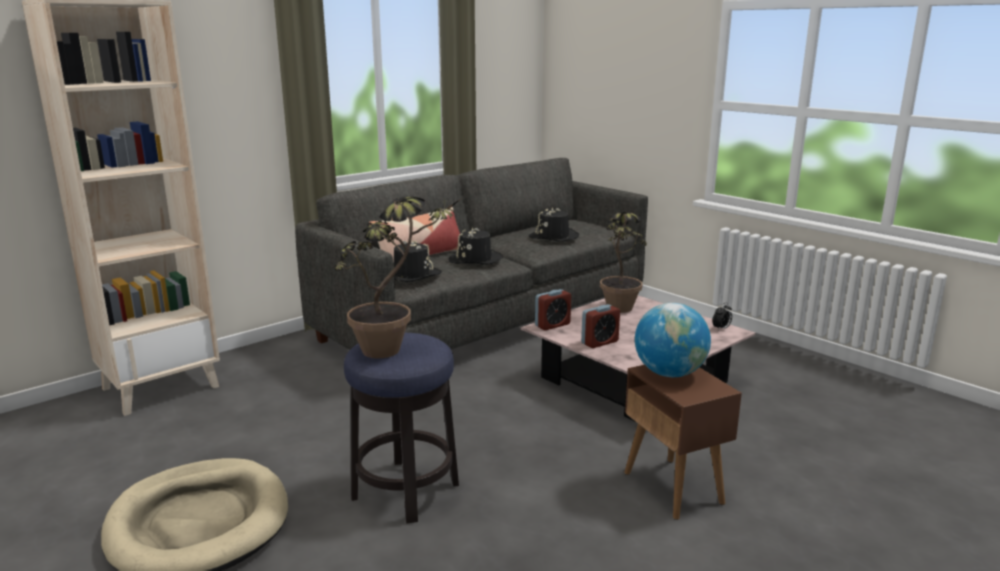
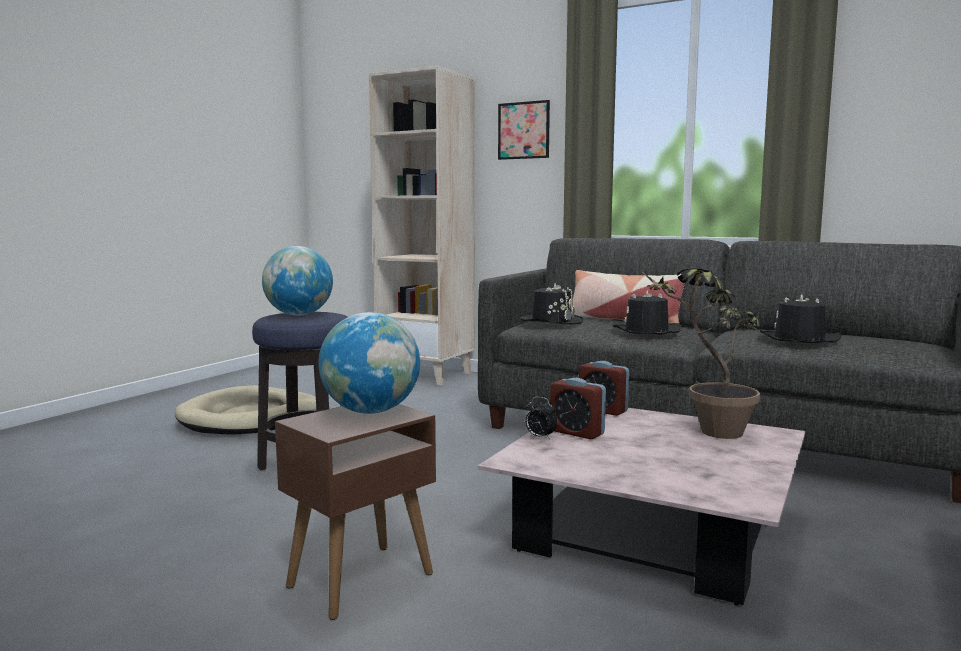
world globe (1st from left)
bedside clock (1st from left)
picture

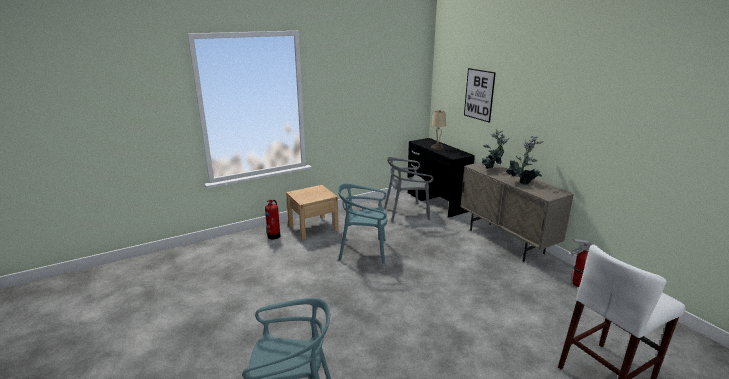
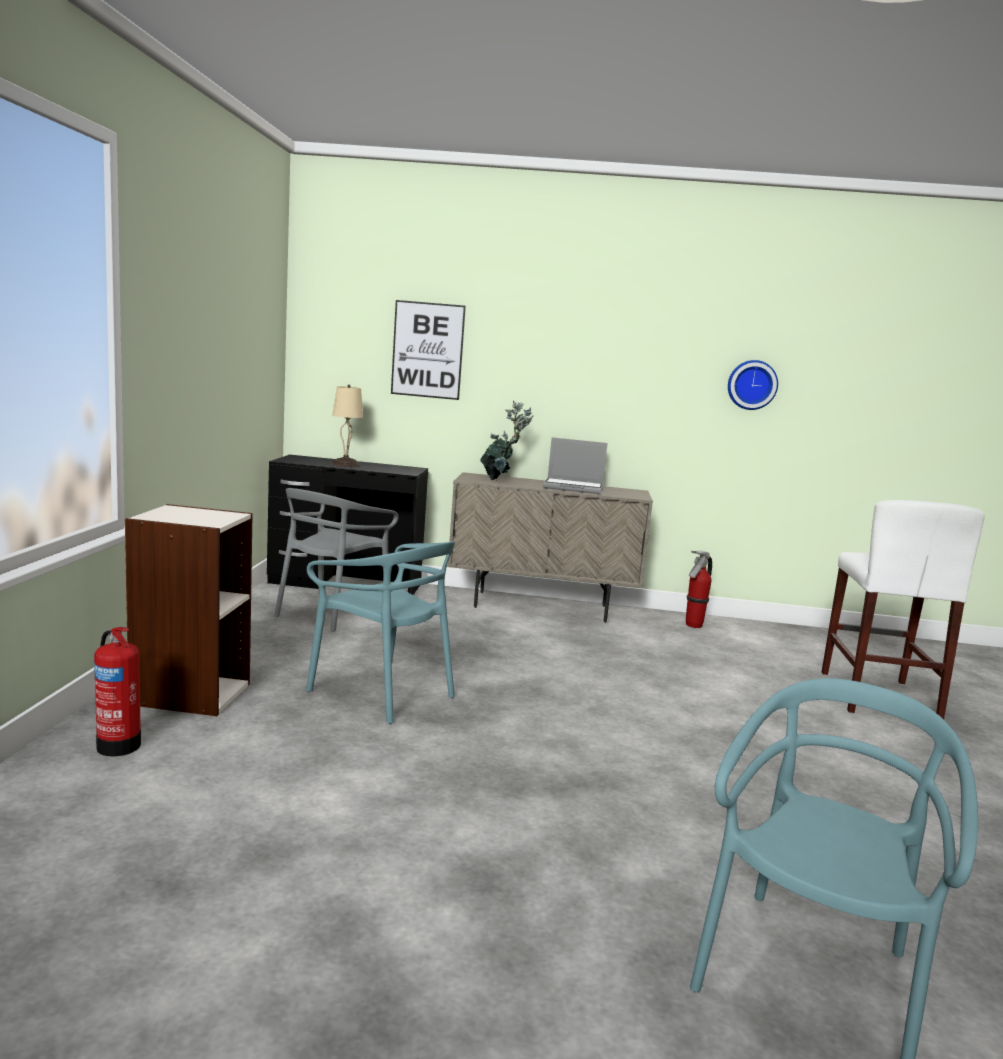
bookshelf
turquoise-coloured chair (1st from left)
portable computer
clock on the wall

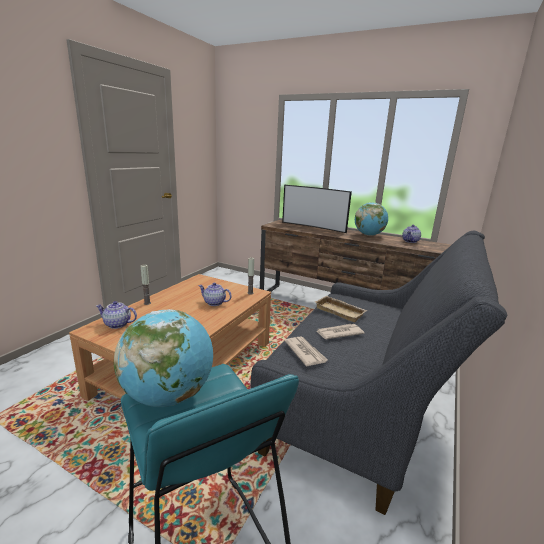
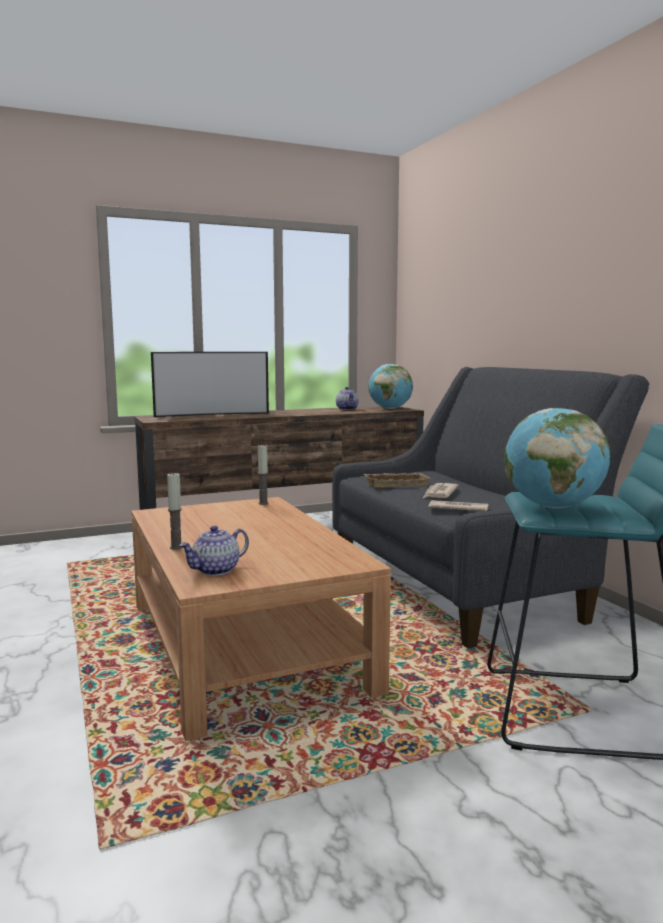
teapot (2nd from left in the first image)
world globe (1st from left)

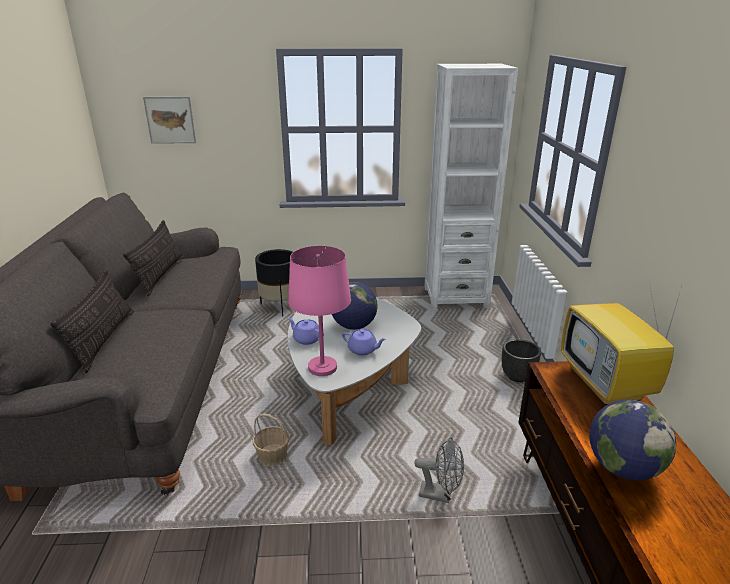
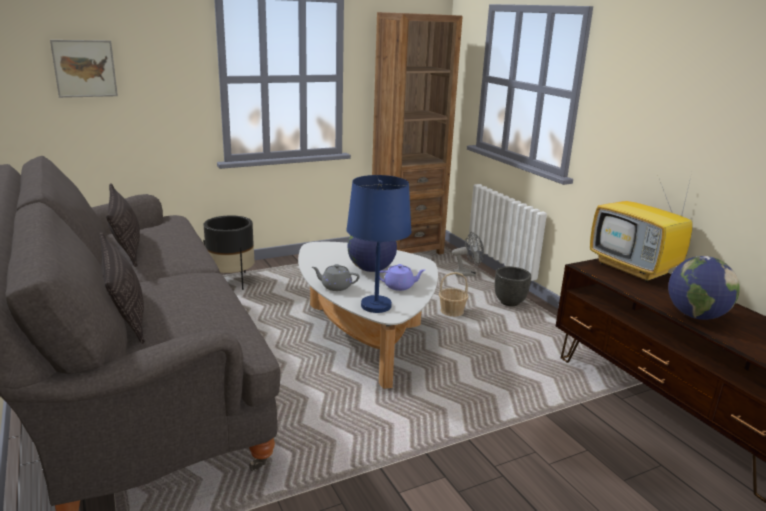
storage basket
bluish lamp for a table
grey teapot
grey electric fan
brownish bookshelf

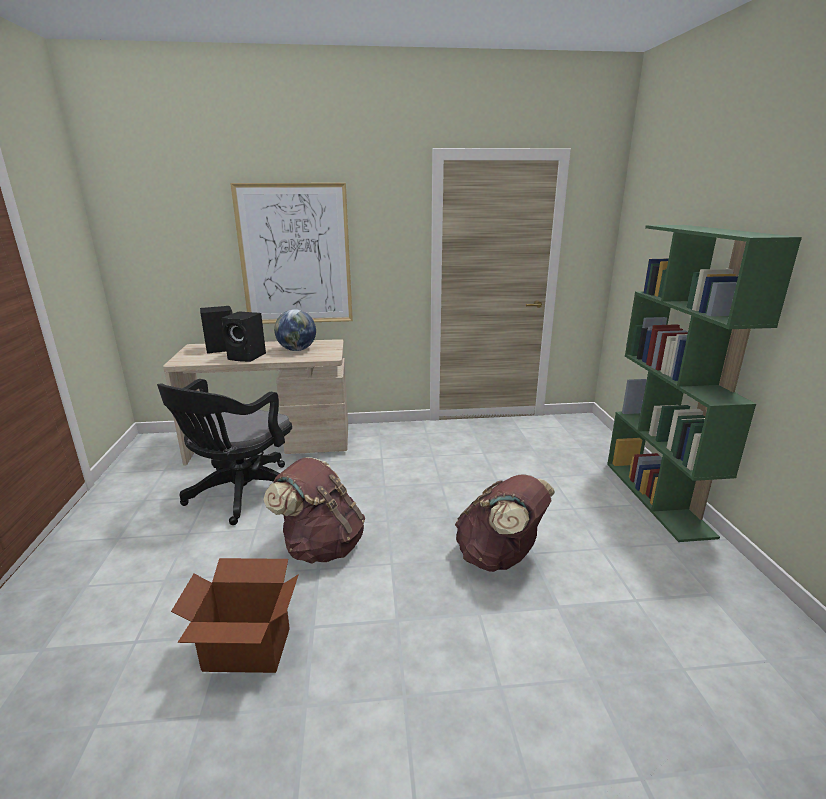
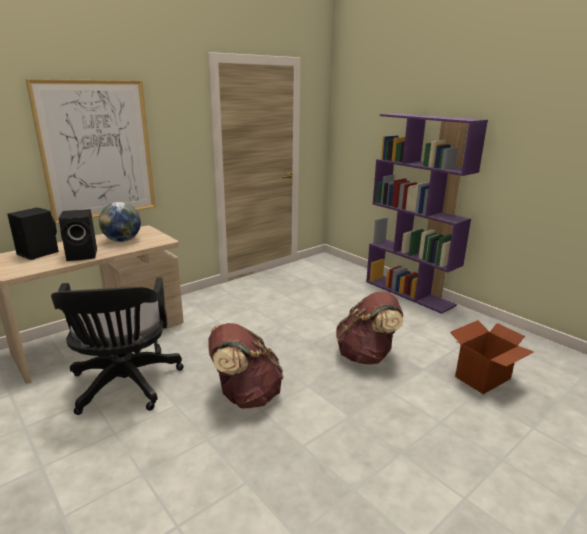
carton
purplish bookshelf

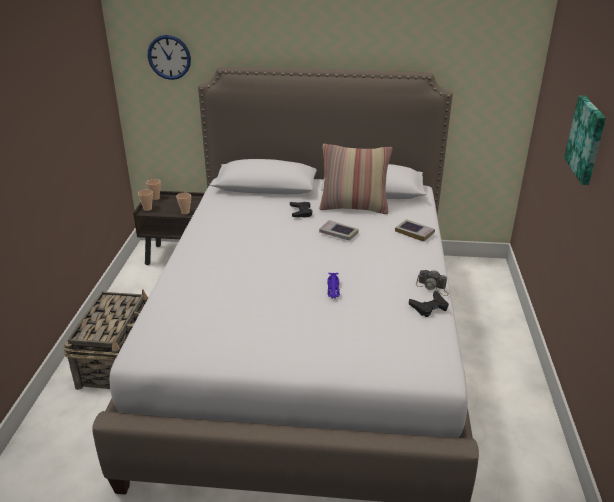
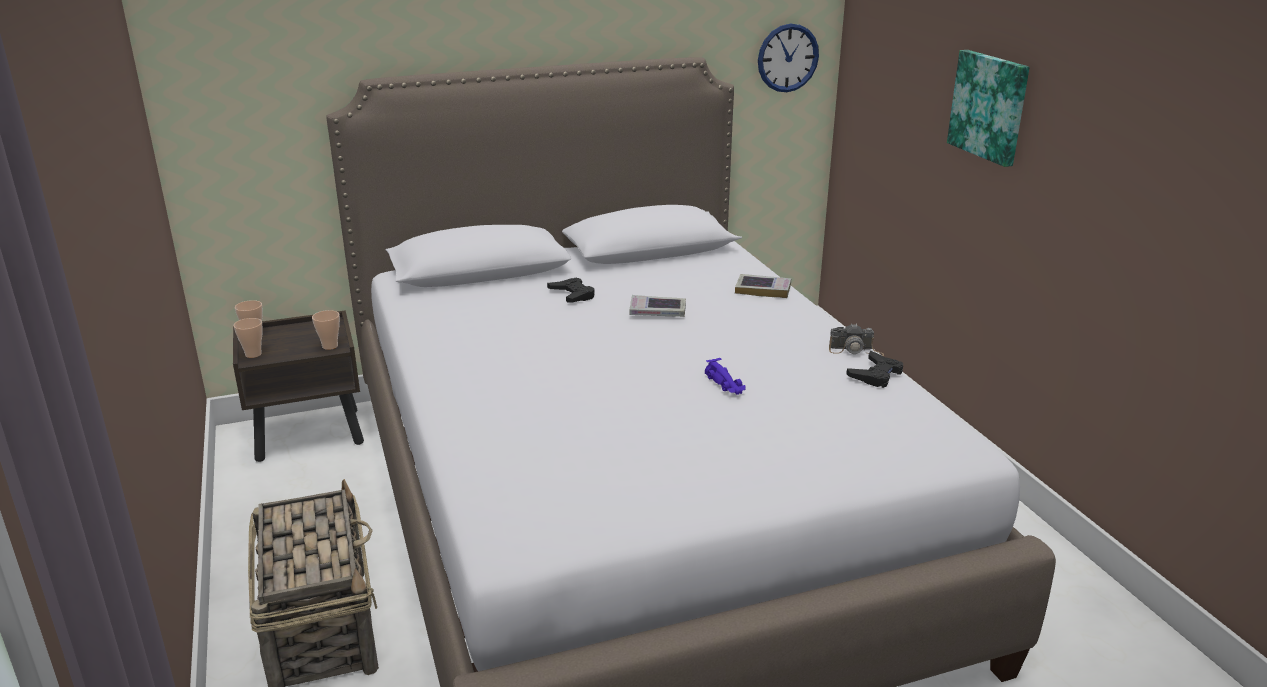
clock on the wall
cushion

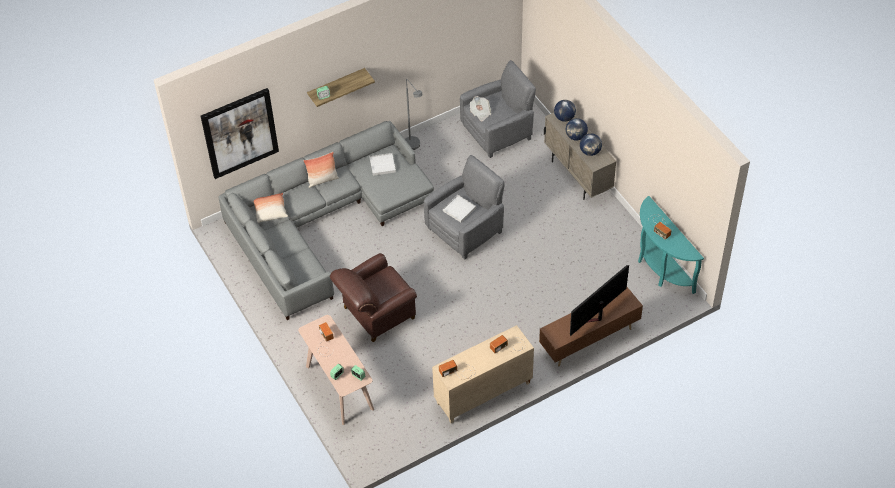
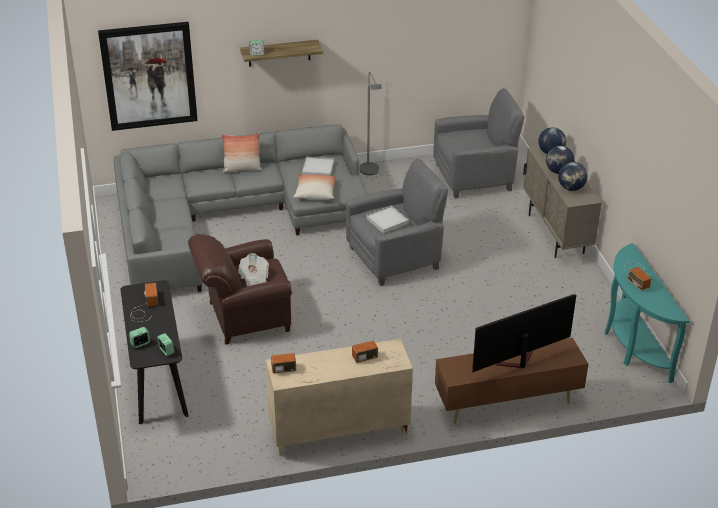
cushion (2nd from left)
black-coloured hall table
printed paper

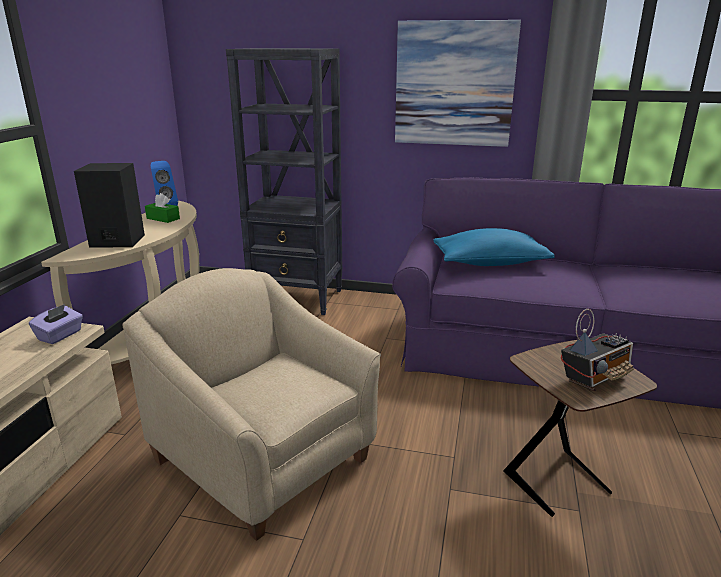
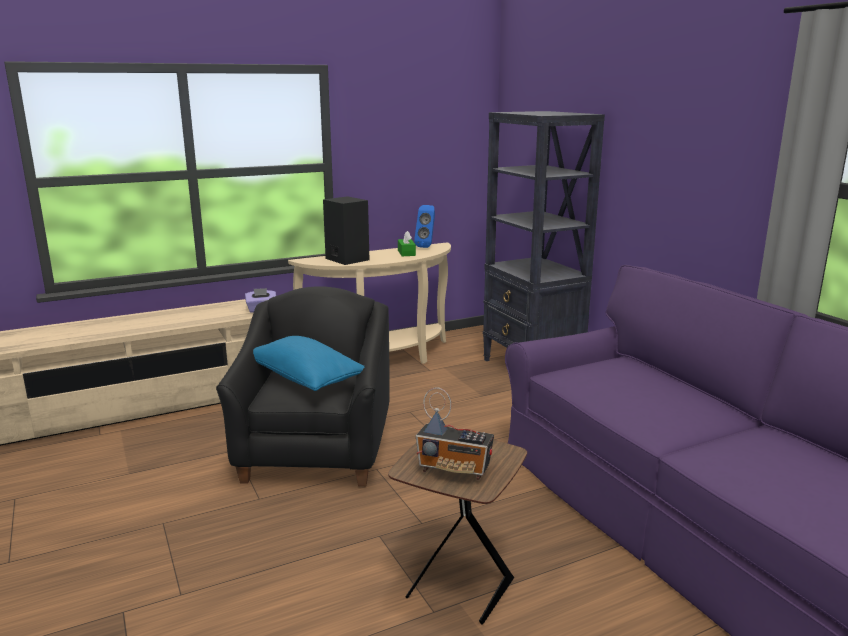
black-coloured easy chair
picture
bluish cushion

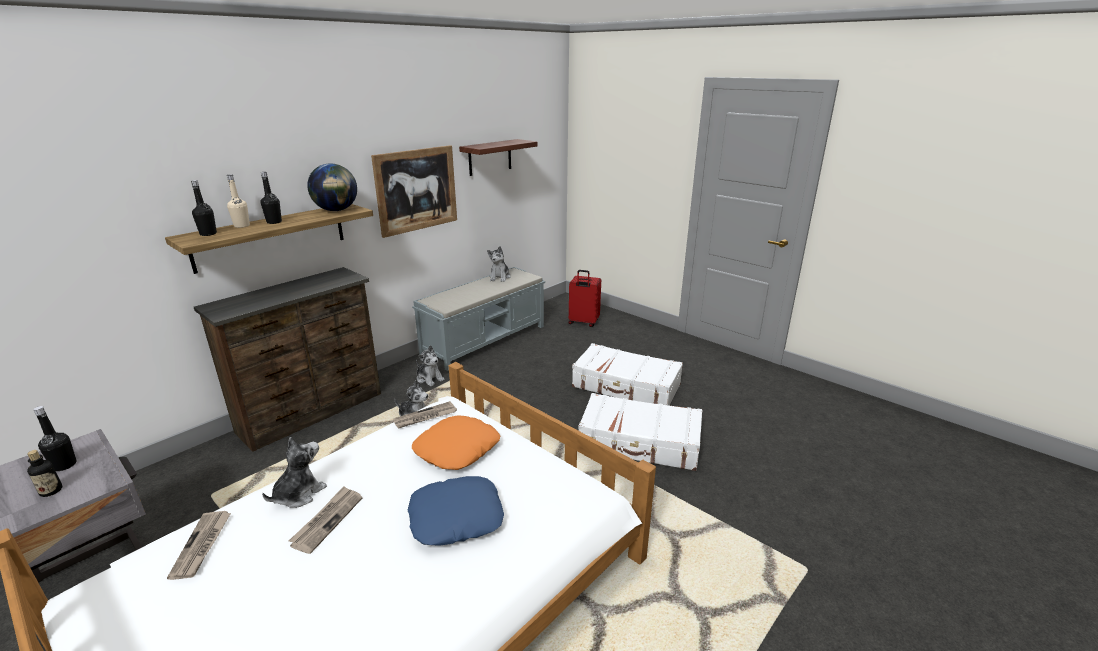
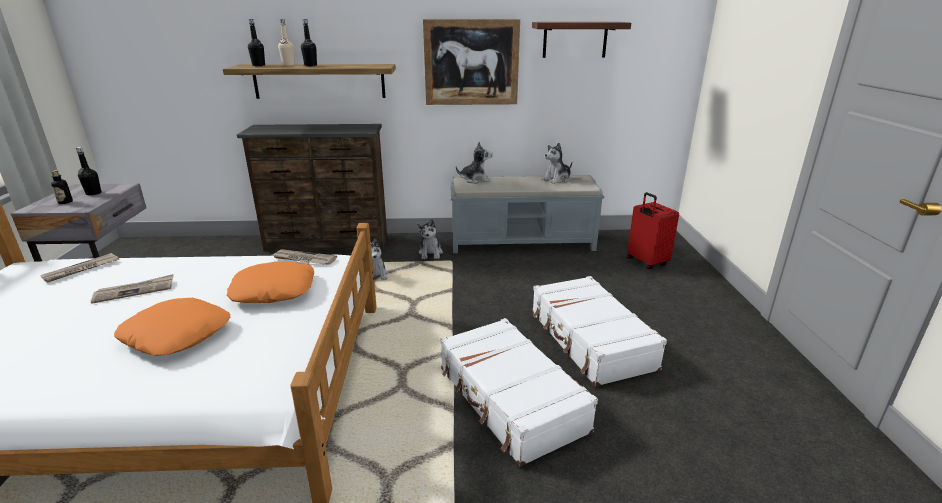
soft toy (3rd from left)
world globe
orange-coloured cushion (1st from left)

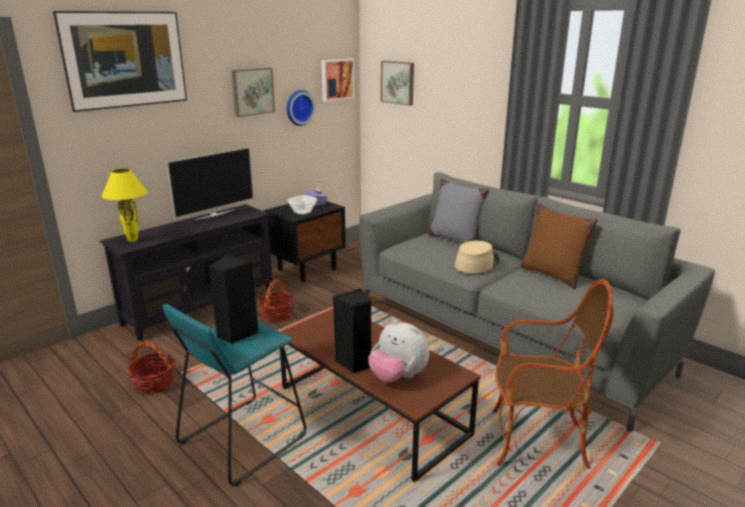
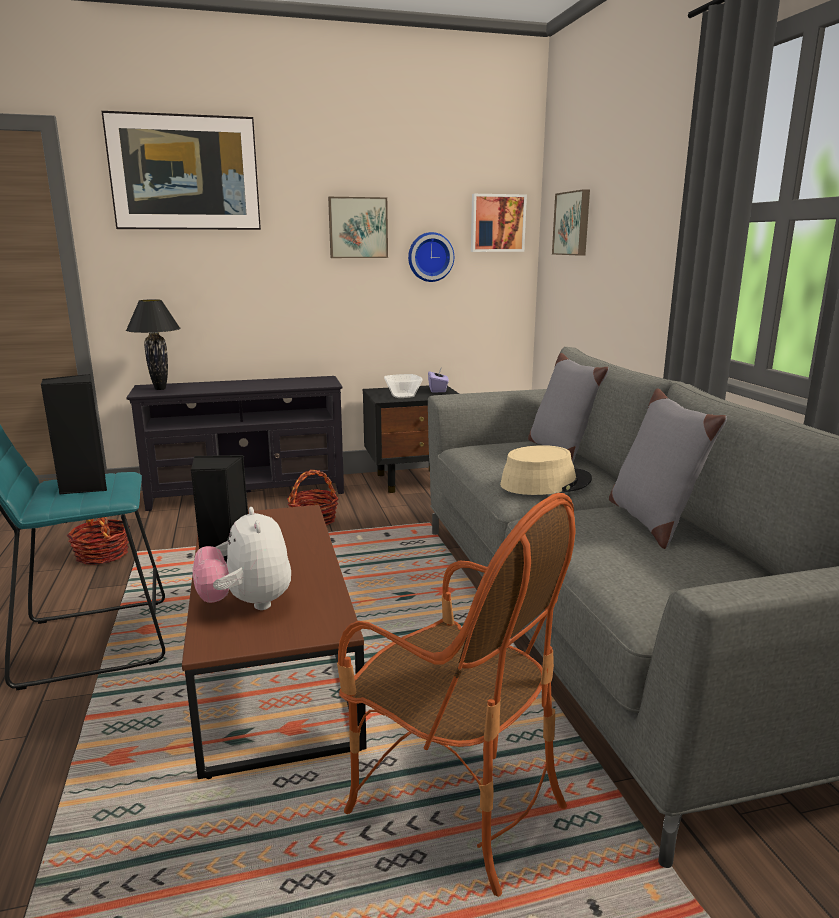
black-coloured lamp for a table
television
grey cushion (2nd from left)

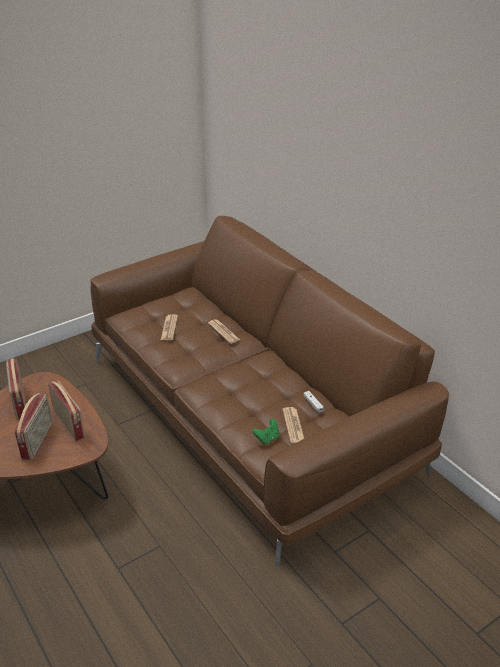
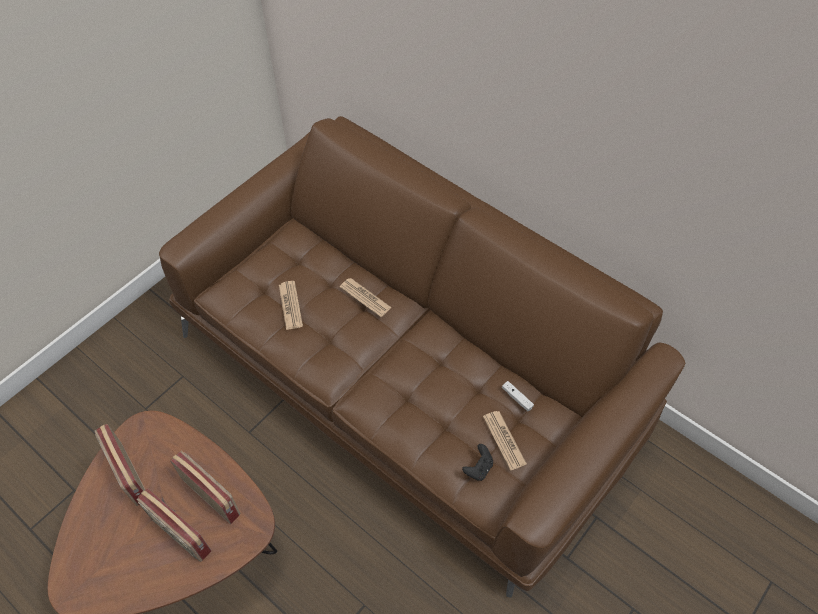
radio set (2nd from left)
black-coloured game controller

